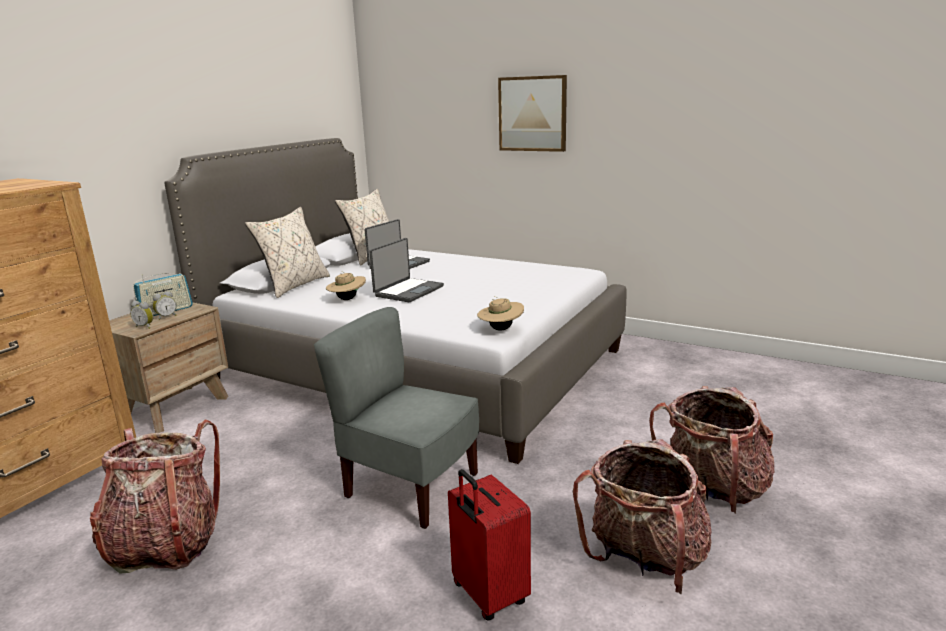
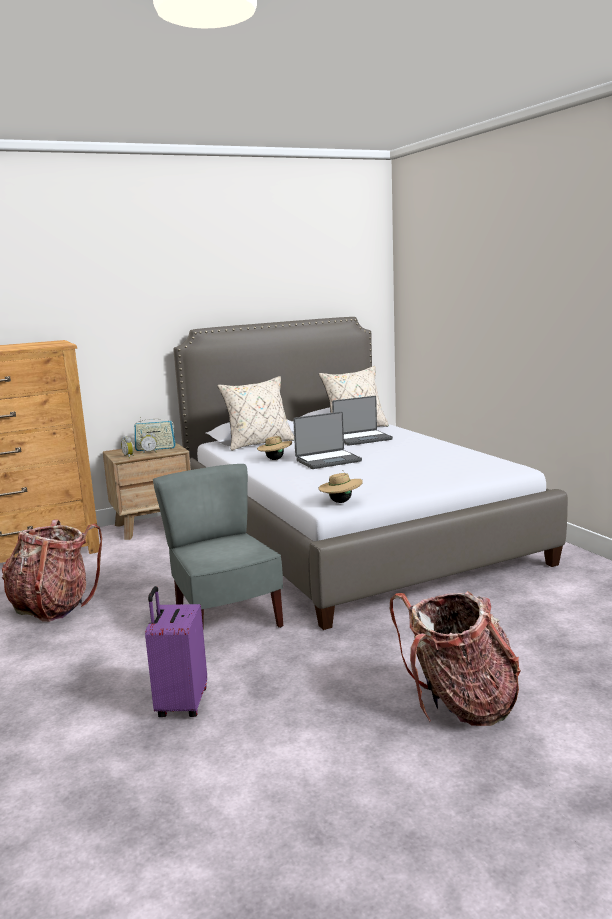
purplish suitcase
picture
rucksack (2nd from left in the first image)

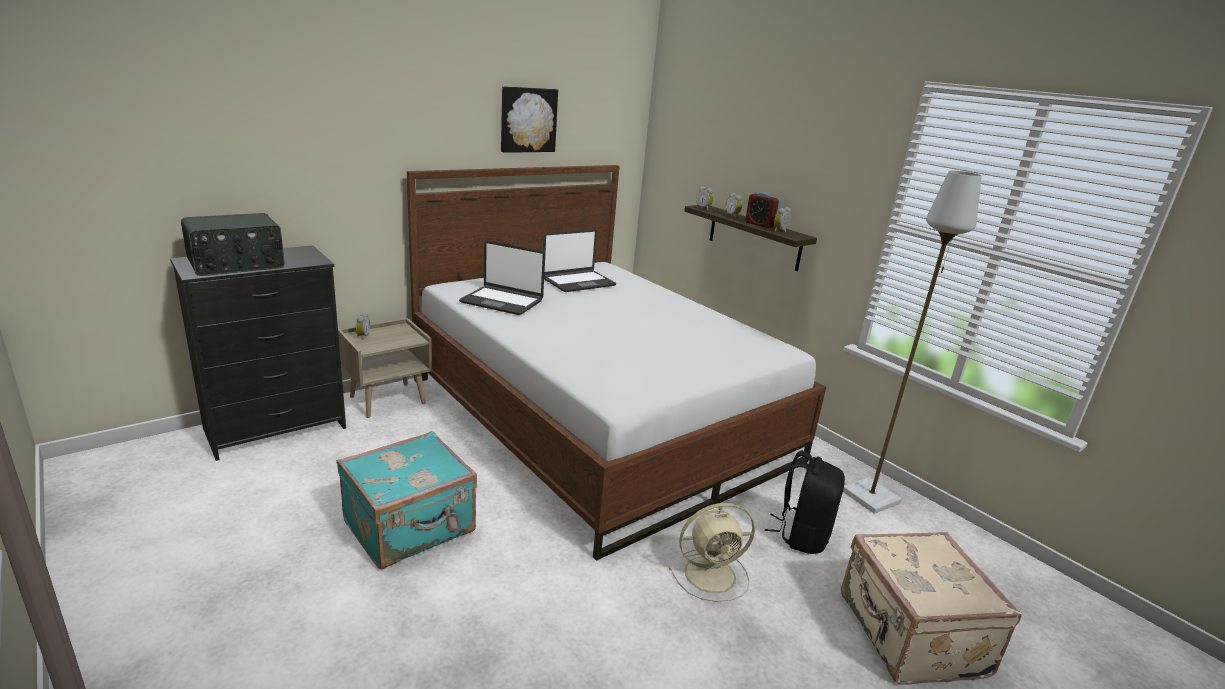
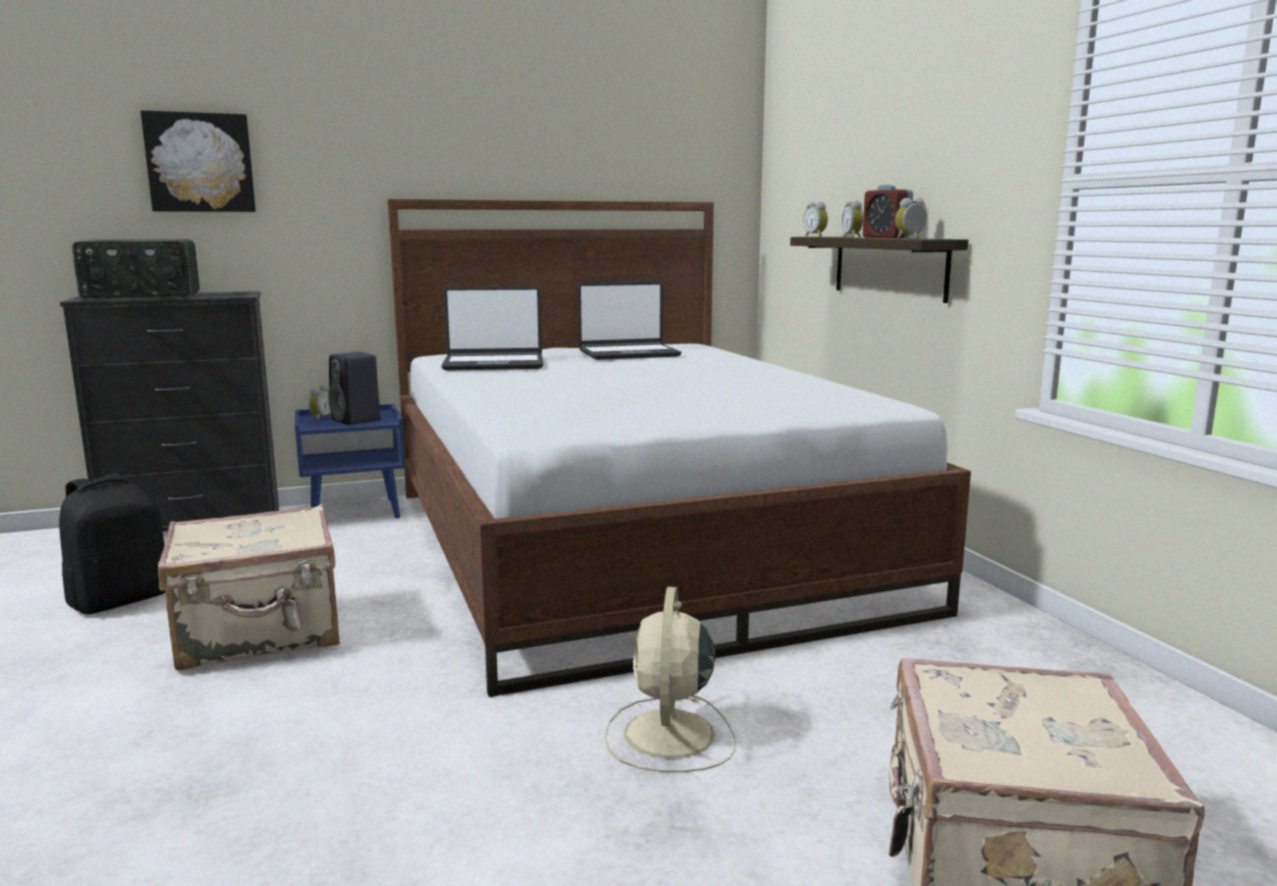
sand-coloured suitcase (1st from left)
bluish bedside table
portable computer (1st from left)
picture
sand-coloured electric fan
black-coloured rucksack
grey standard lamp
black-coloured speaker

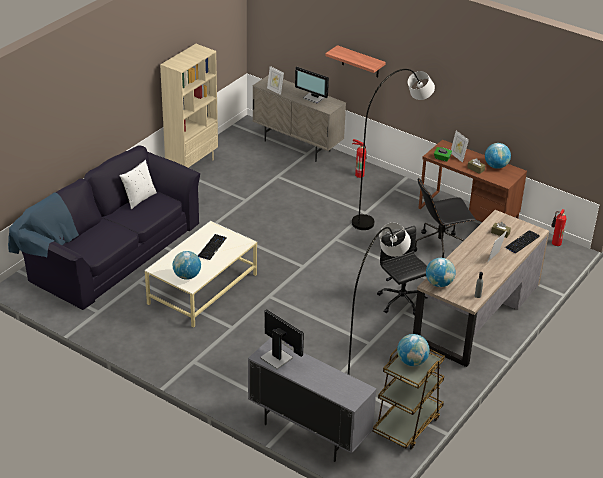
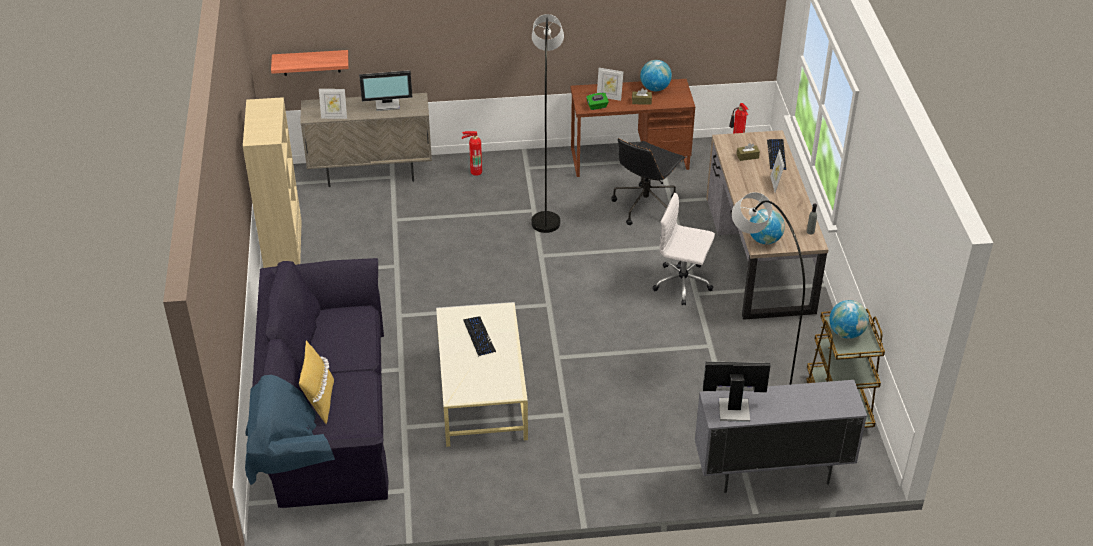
white-coloured cushion
world globe (1st from left in the first image)
wall shelf
white-coloured computer chair
yellow cushion

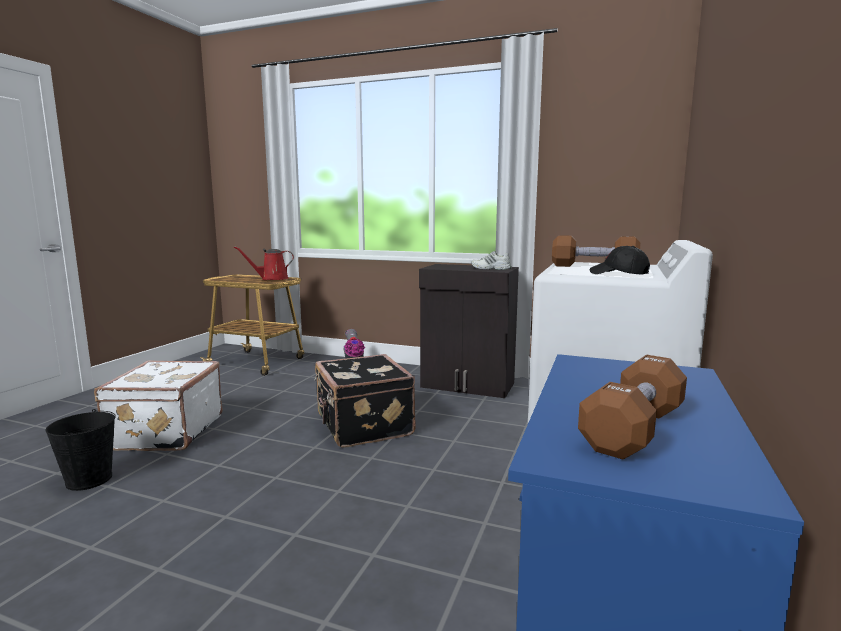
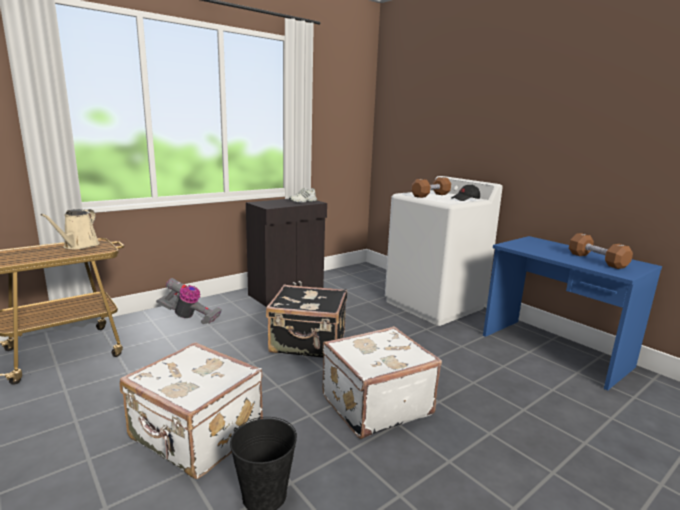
sand-coloured watering can
white-coloured suitcase (2nd from left)

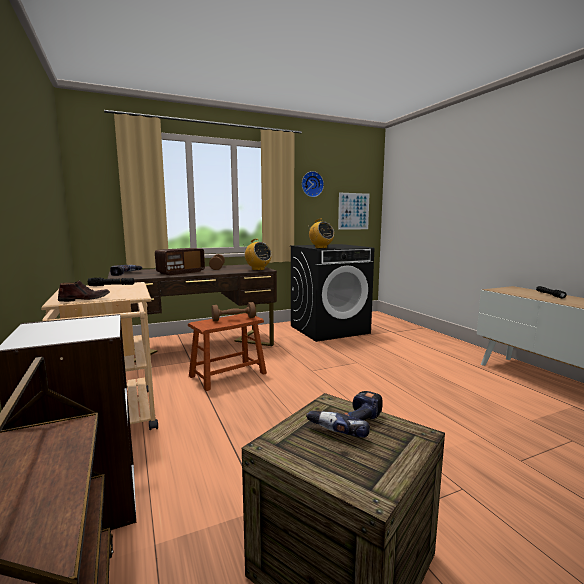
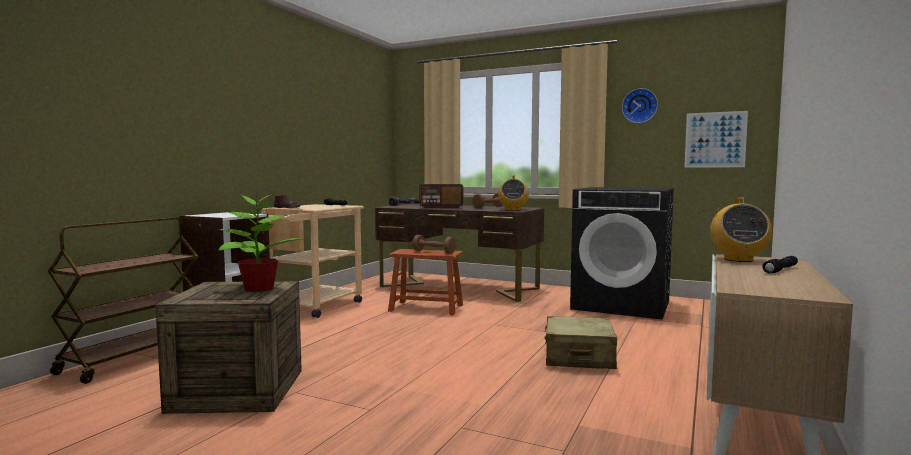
plant in a pot
radio set (3rd from left)
sand-coloured suitcase

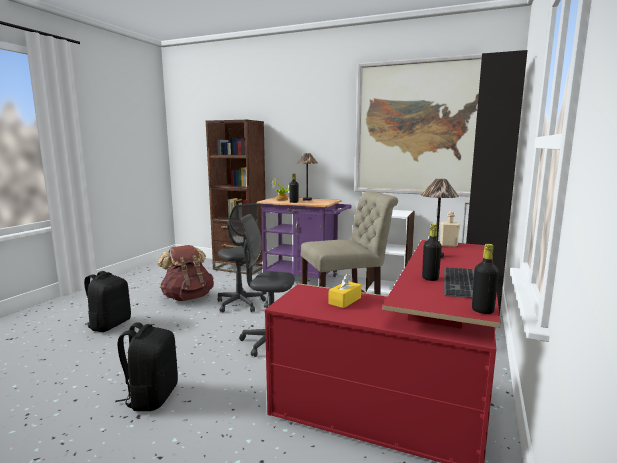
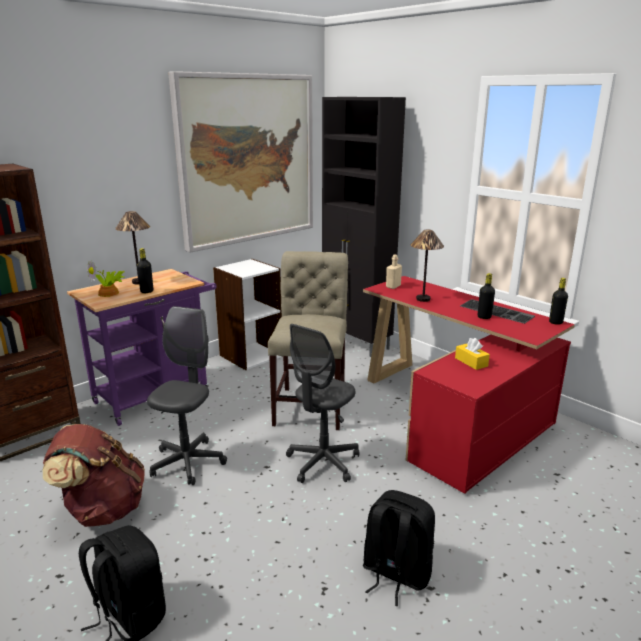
grey computer chair (1st from left)

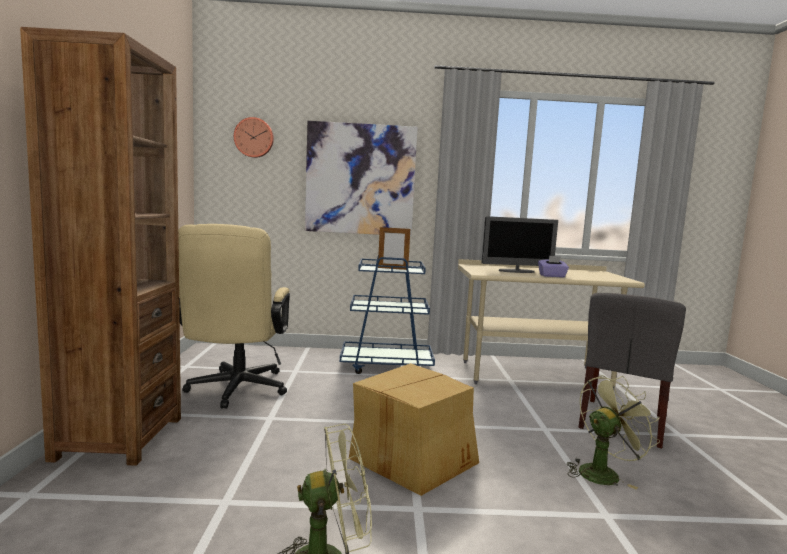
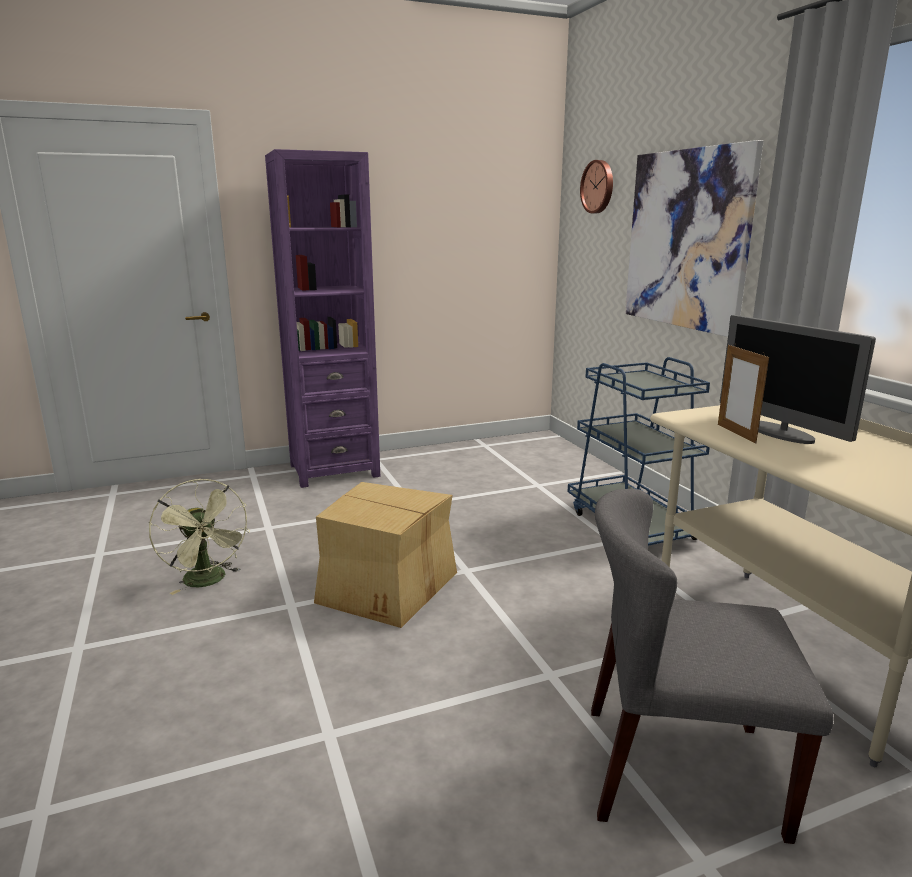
purplish bookshelf
sand-coloured computer chair
standing frame
purplish box of tissues
greenish electric fan (2nd from left in the first image)

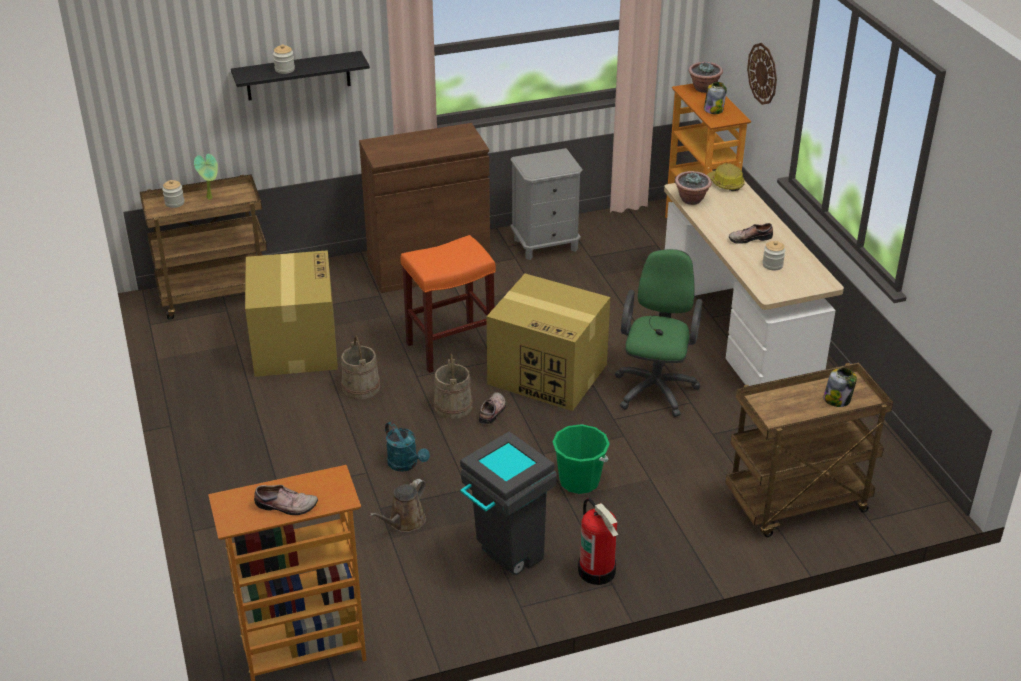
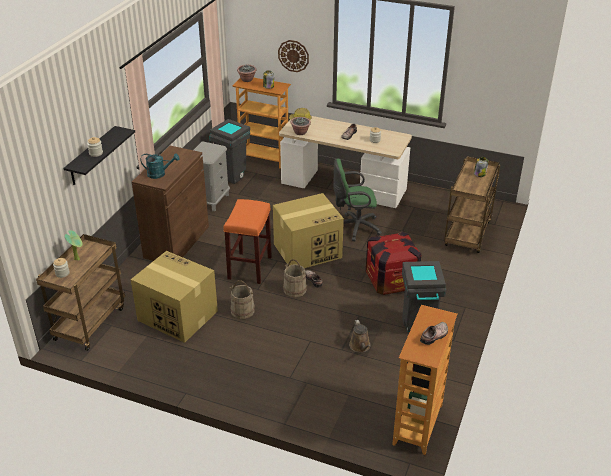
turquoise-coloured watering can
packing crate
extinguisher
greenish computer chair
grey trash can (1st from left)

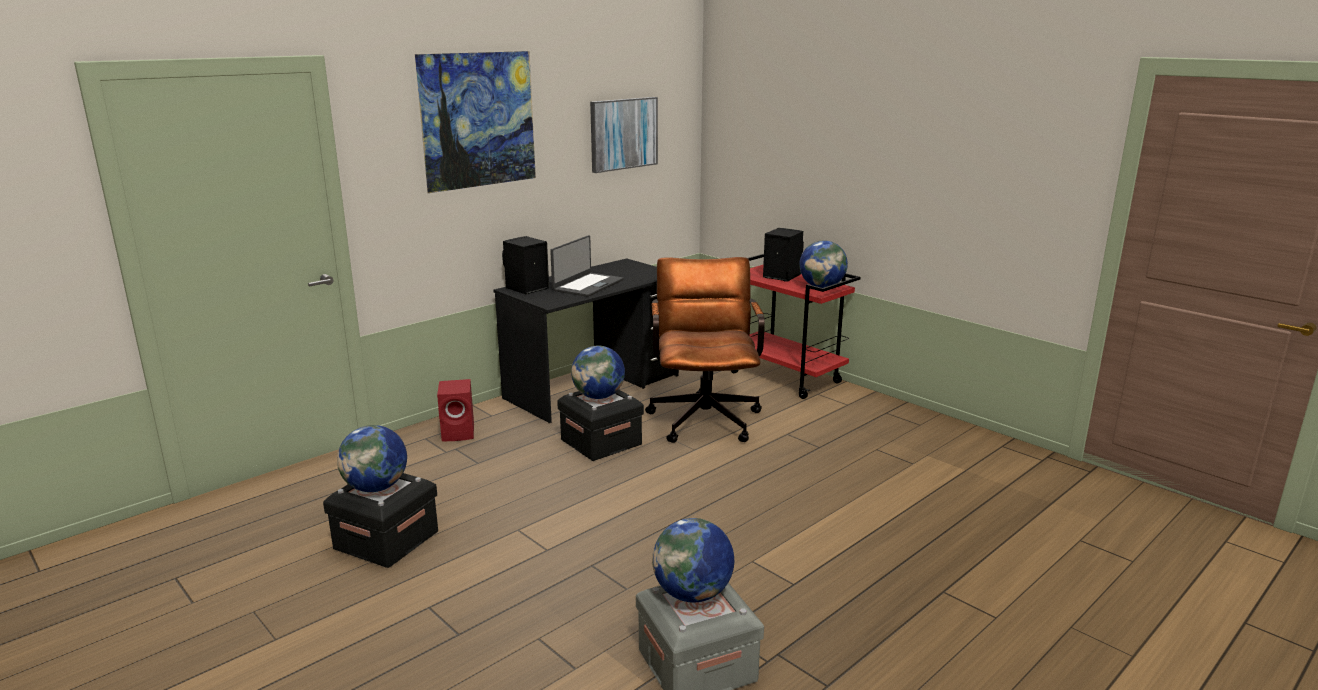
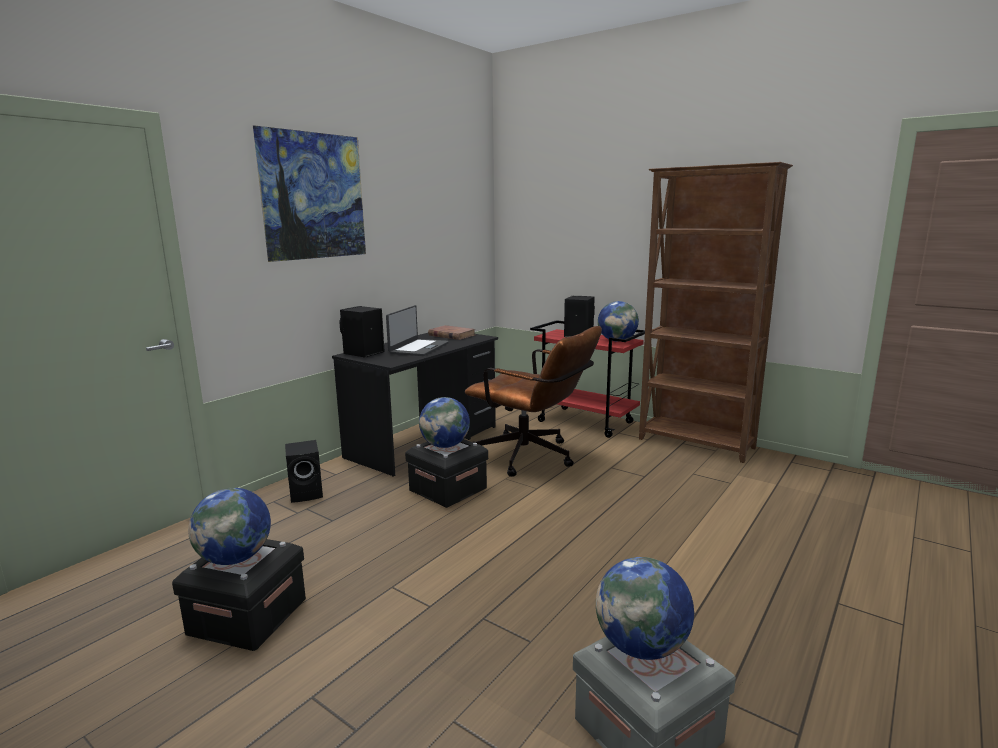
black-coloured speaker (1st from left)
picture (2nd from left in the first image)
brownish computer chair
brownish book
brownish bookshelf

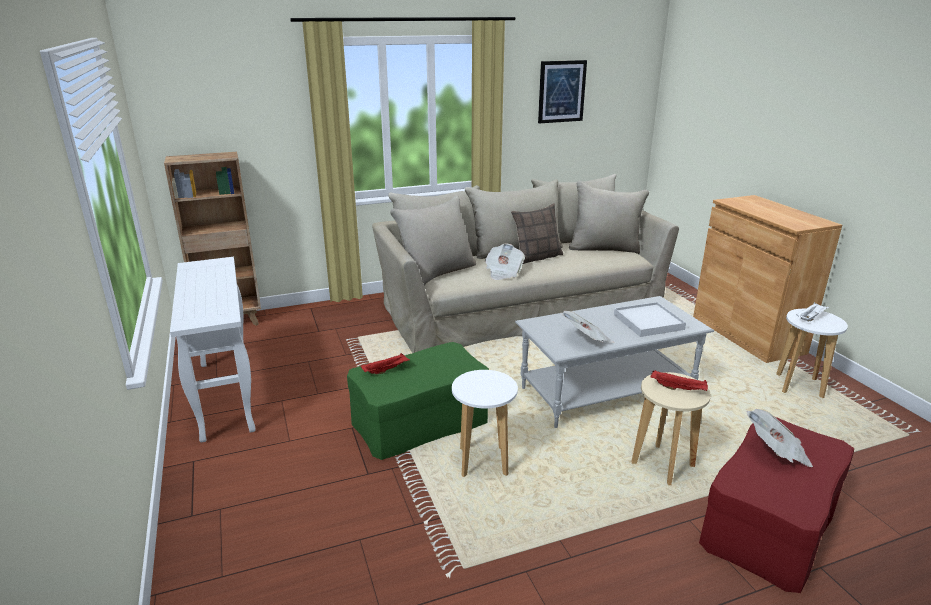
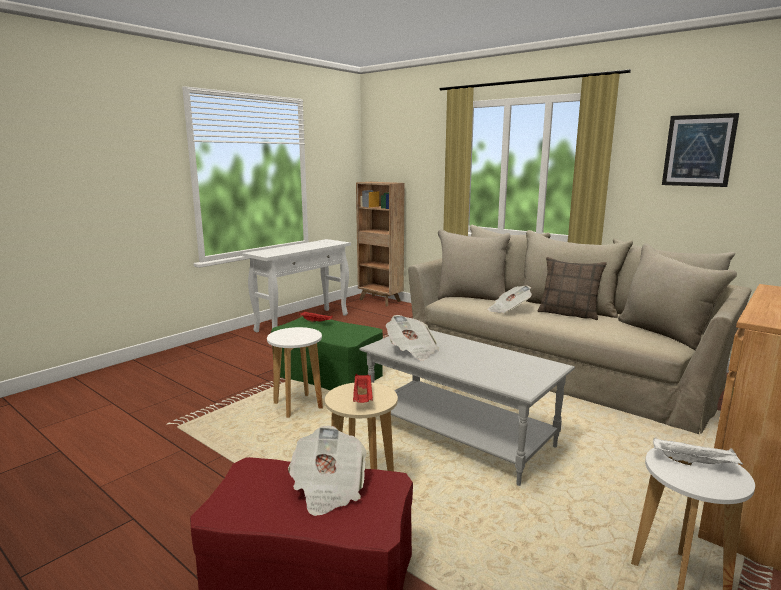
white-coloured tray (1st from left in the first image)

